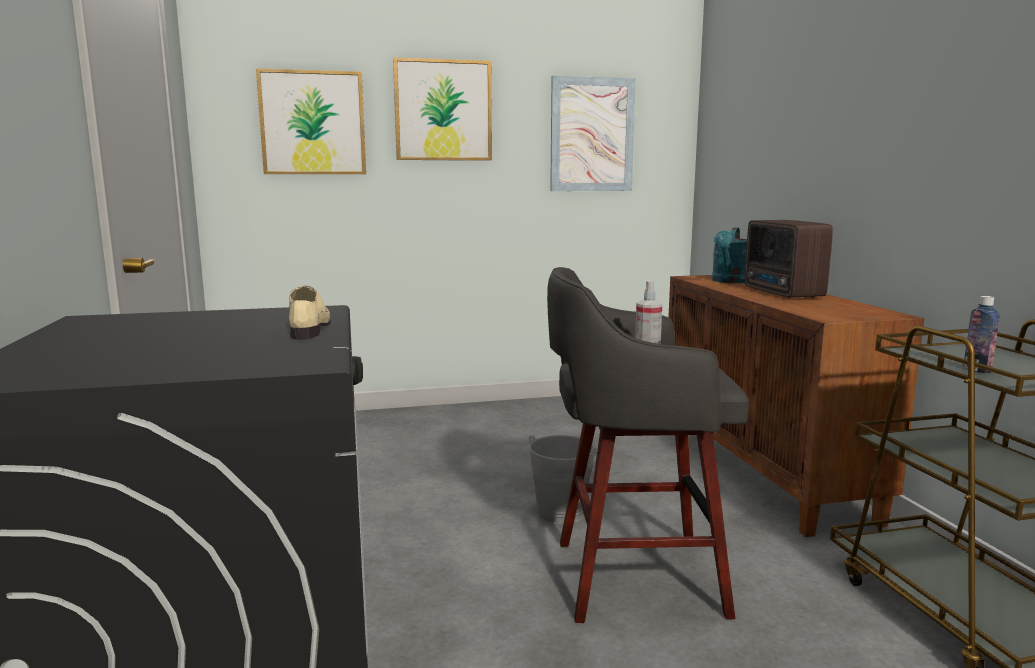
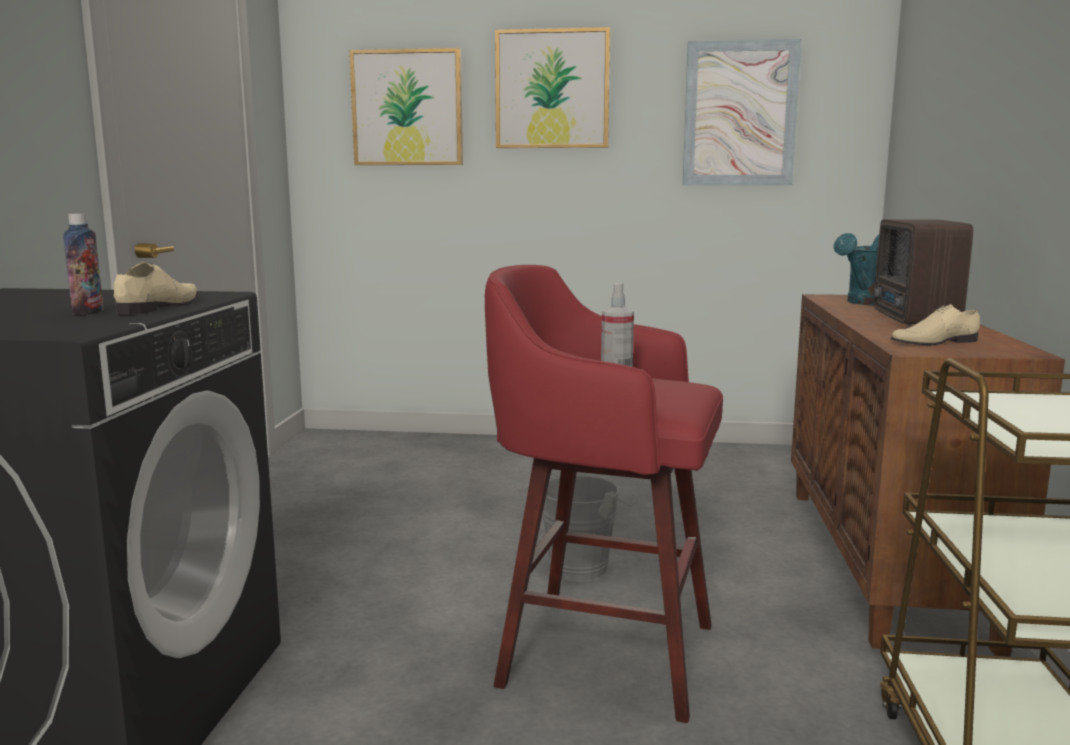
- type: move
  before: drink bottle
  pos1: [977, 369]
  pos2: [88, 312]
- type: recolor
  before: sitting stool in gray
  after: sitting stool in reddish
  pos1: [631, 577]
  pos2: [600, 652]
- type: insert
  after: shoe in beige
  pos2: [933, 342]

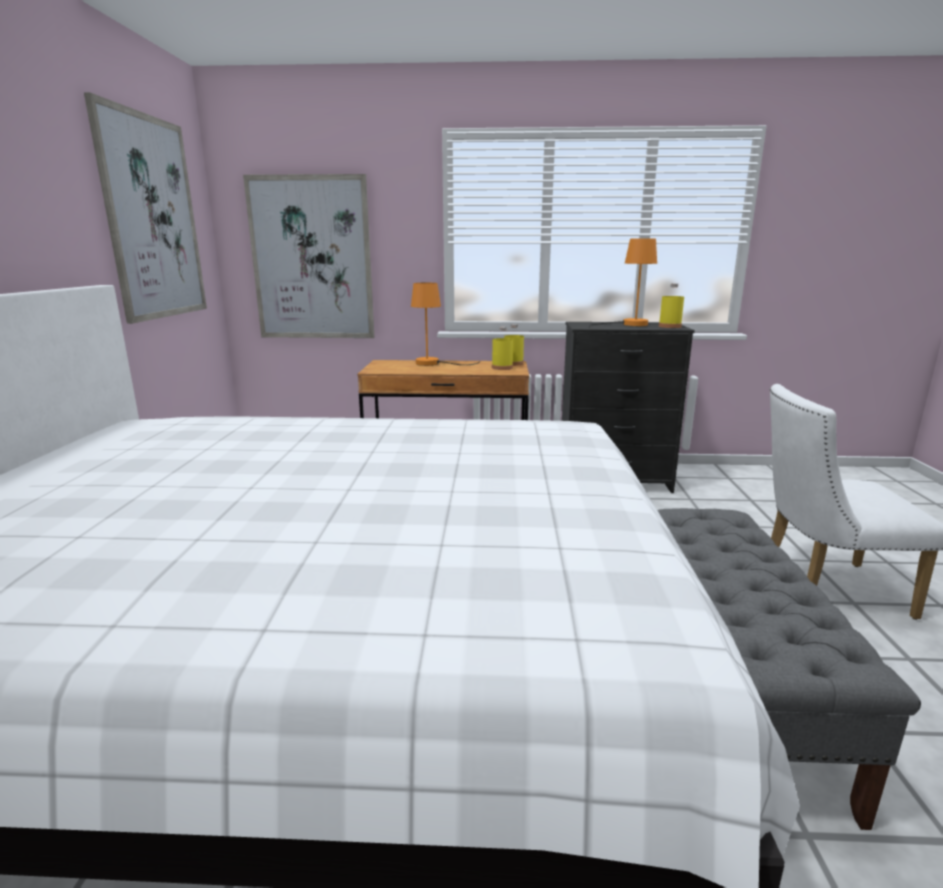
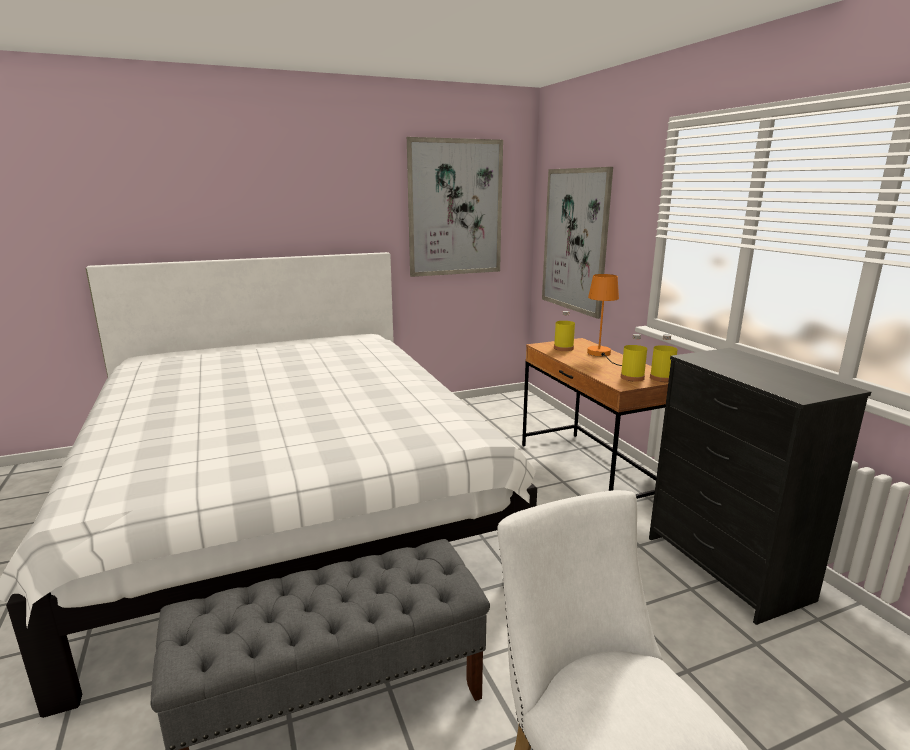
- type: move
  before: drink bottle in yellow
  pos1: [669, 326]
  pos2: [563, 348]
- type: delete
  before: table lamp in orangey
  pos1: [627, 325]

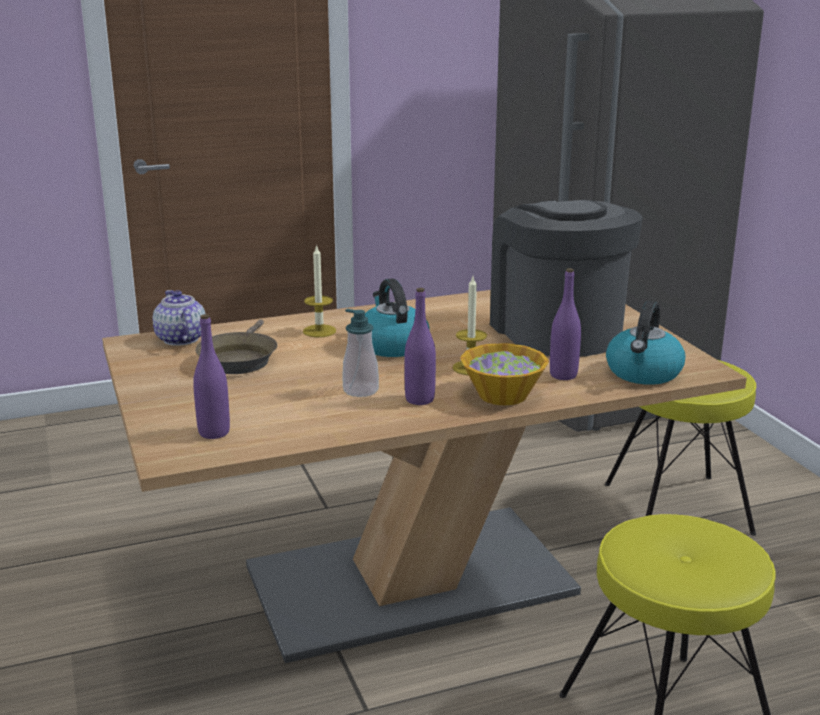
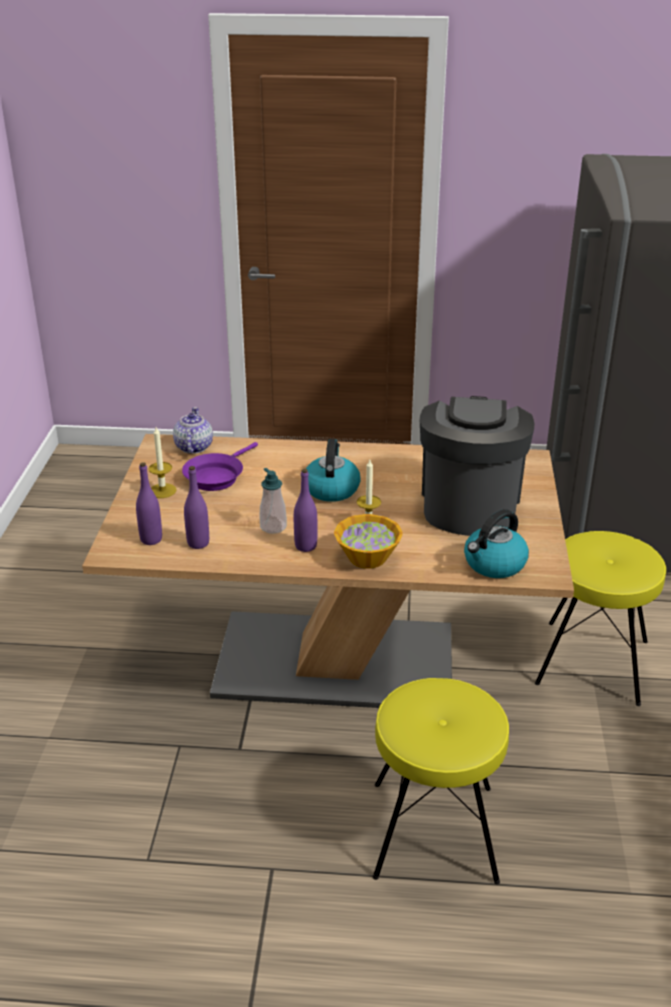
- type: move
  before: wax candle
  pos1: [319, 331]
  pos2: [162, 490]
- type: recolor
  before: pan in brown-coloured
  after: pan in purple
  pos1: [239, 359]
  pos2: [216, 476]
- type: move
  before: drink bottle in purple
  pos1: [563, 375]
  pos2: [198, 543]

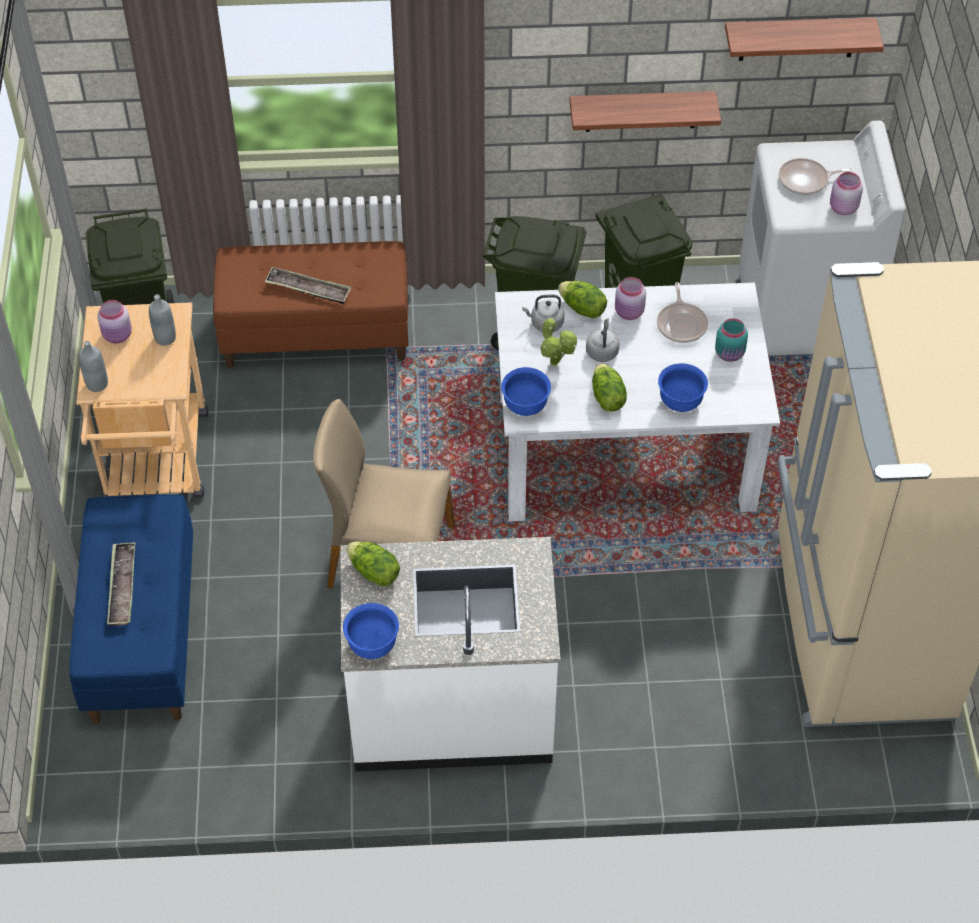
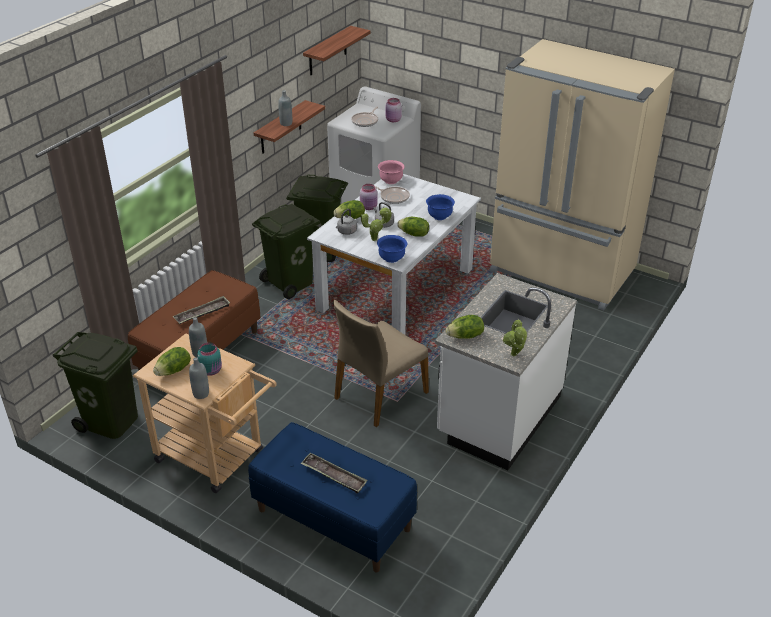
- type: replace
  before: jar in pink-coloured
  after: head of lettuce
  pos1: [118, 336]
  pos2: [174, 370]
- type: move
  before: jar in turquoise-coloured
  pos1: [730, 354]
  pos2: [211, 370]
- type: insert
  after: drink bottle in gray
  pos2: [286, 123]
- type: insert
  after: bowl in pink-coloured
  pos2: [391, 181]
- type: replace
  before: bowl in bluish
  after: houseplant
  pos1: [372, 645]
  pos2: [514, 356]

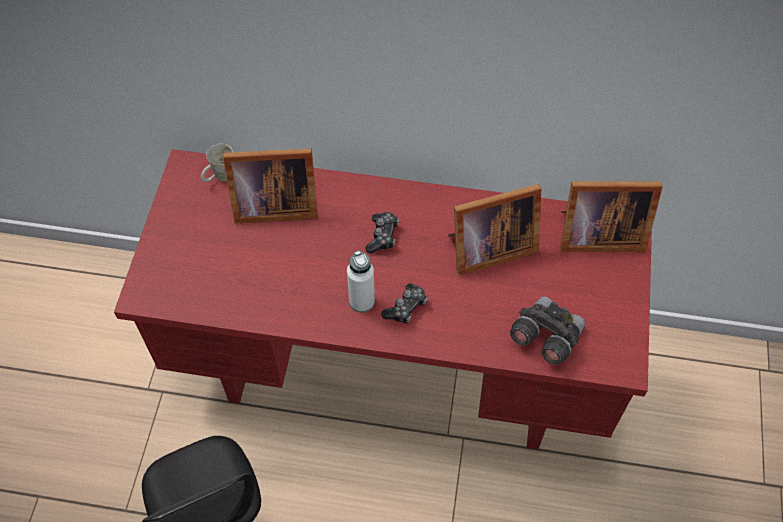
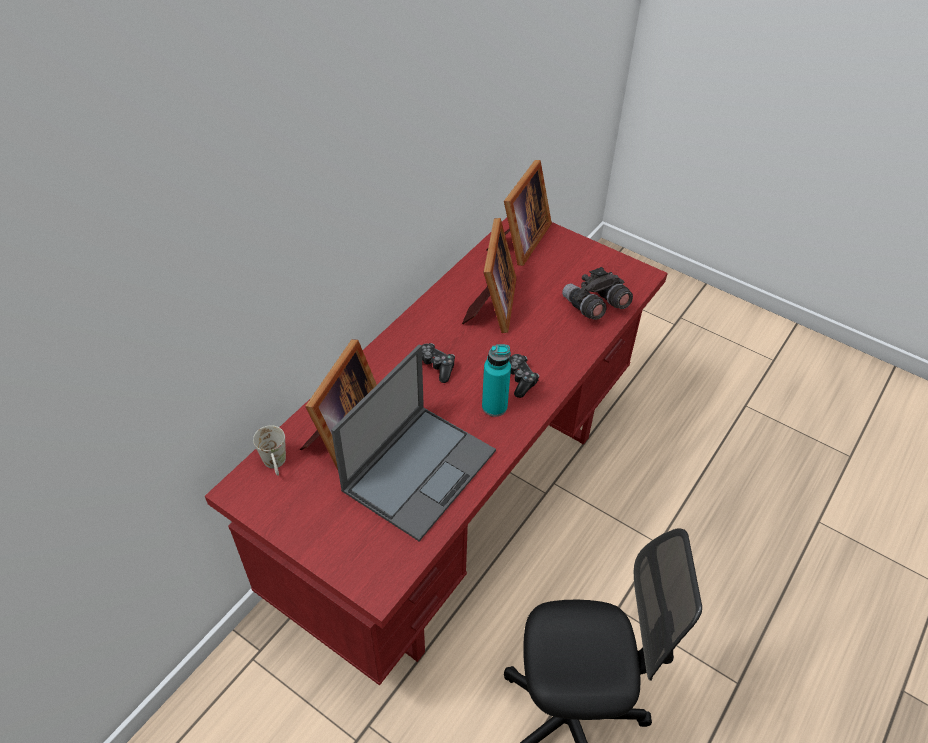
- type: insert
  after: notebook computer
  pos2: [420, 469]
- type: recolor
  before: drink bottle in white
  after: drink bottle in turquoise-coloured
  pos1: [362, 301]
  pos2: [494, 406]

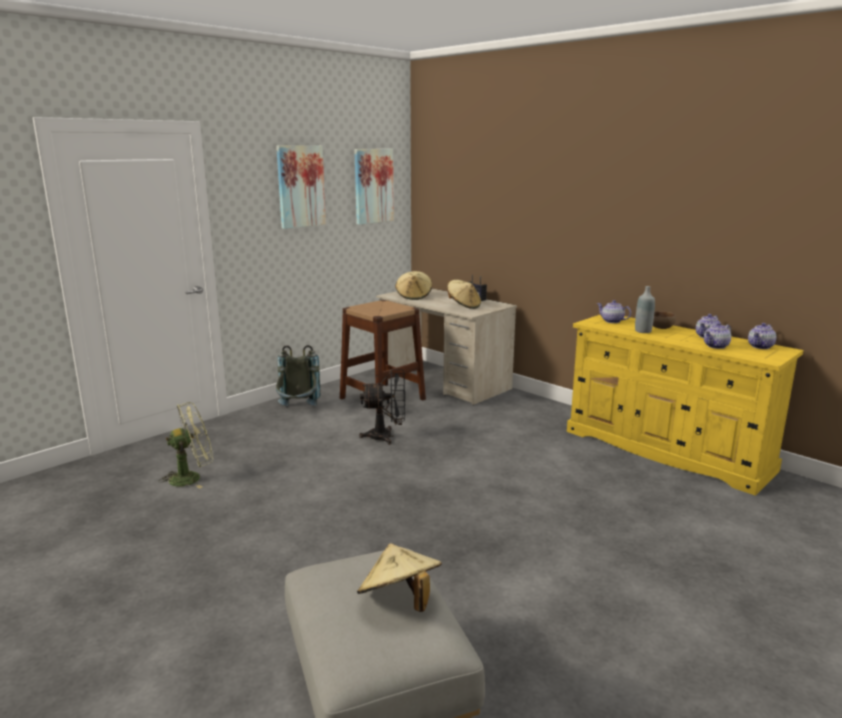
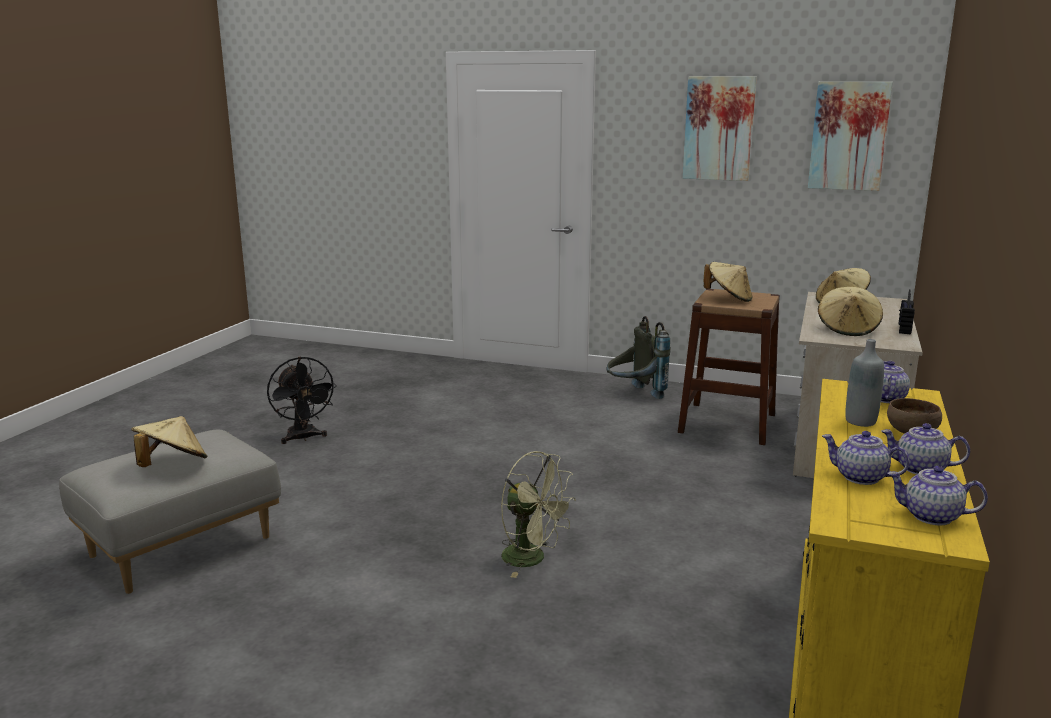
- type: move
  before: fan in black
  pos1: [387, 436]
  pos2: [303, 438]
- type: move
  before: fan in greenish
  pos1: [192, 477]
  pos2: [532, 559]
- type: insert
  after: clothing hat in beige
  pos2: [728, 298]

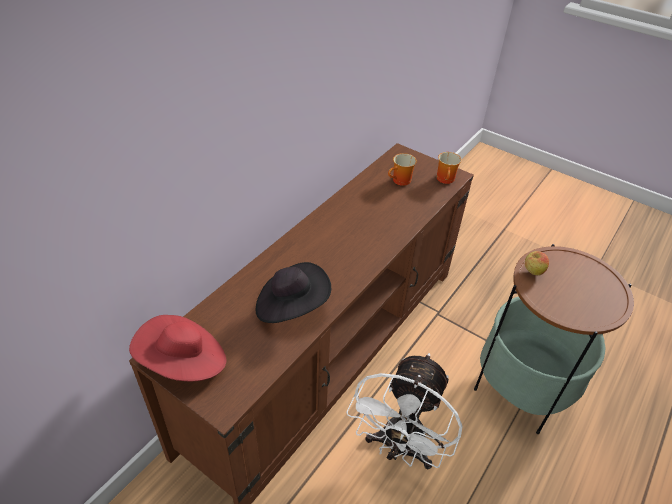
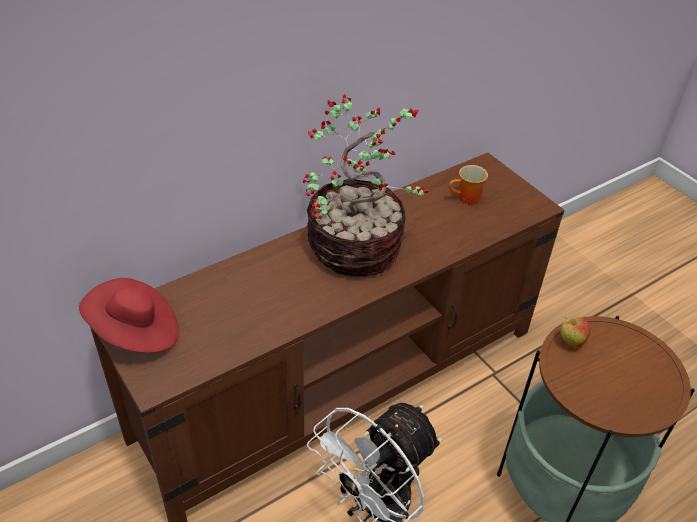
- type: insert
  after: houseplant
  pos2: [358, 248]
- type: delete
  before: clothing hat in black
  pos1: [291, 306]
- type: delete
  before: coffee mug
  pos1: [446, 180]

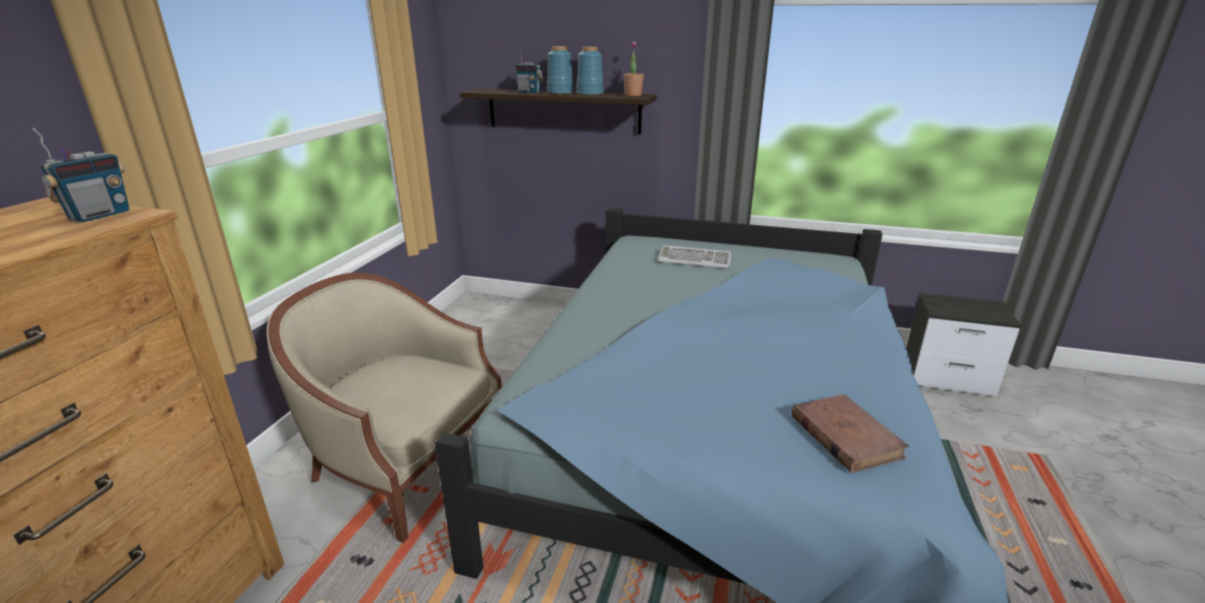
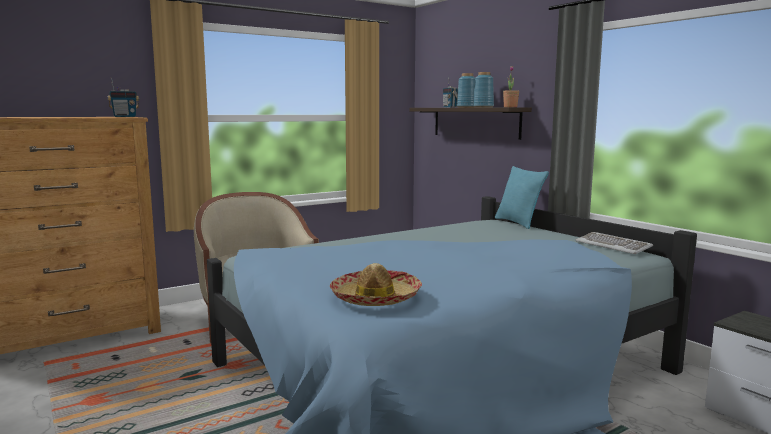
- type: replace
  before: bound book in brown-coloured
  after: clothing hat
  pos1: [845, 436]
  pos2: [375, 298]
- type: insert
  after: throw pillow in turquoise-coloured
  pos2: [518, 223]
- type: move
  before: keyboard
  pos1: [694, 260]
  pos2: [613, 246]

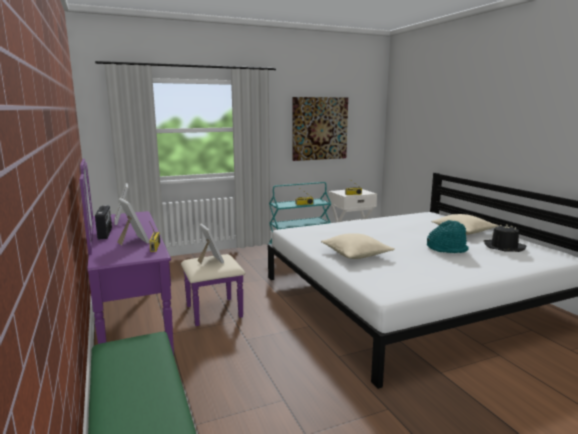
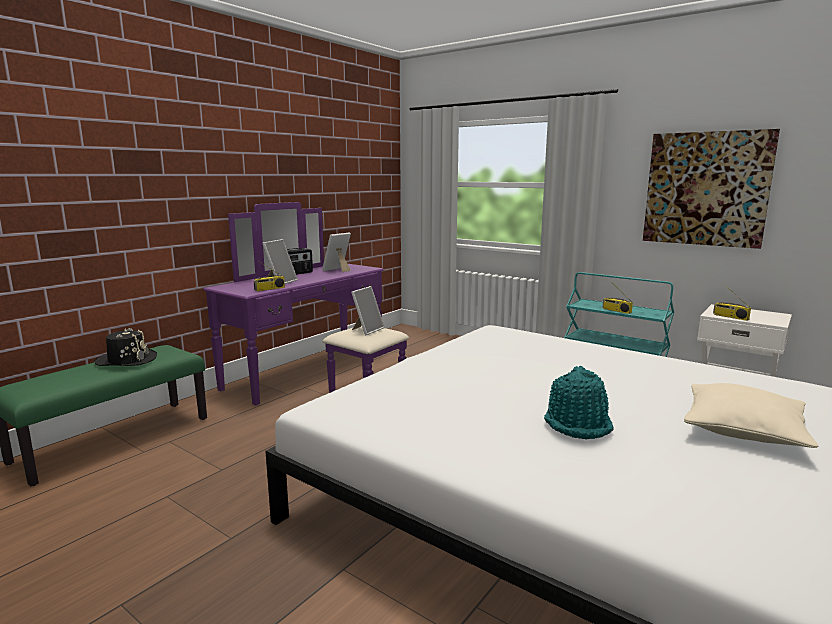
- type: move
  before: clothing hat in black
  pos1: [504, 247]
  pos2: [126, 360]
- type: delete
  before: throw pillow in beige
  pos1: [356, 254]

